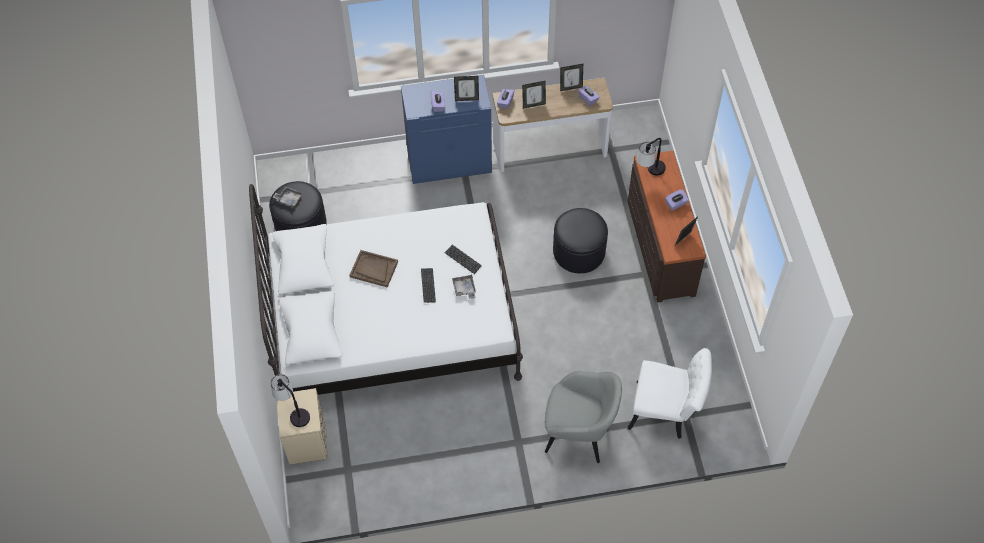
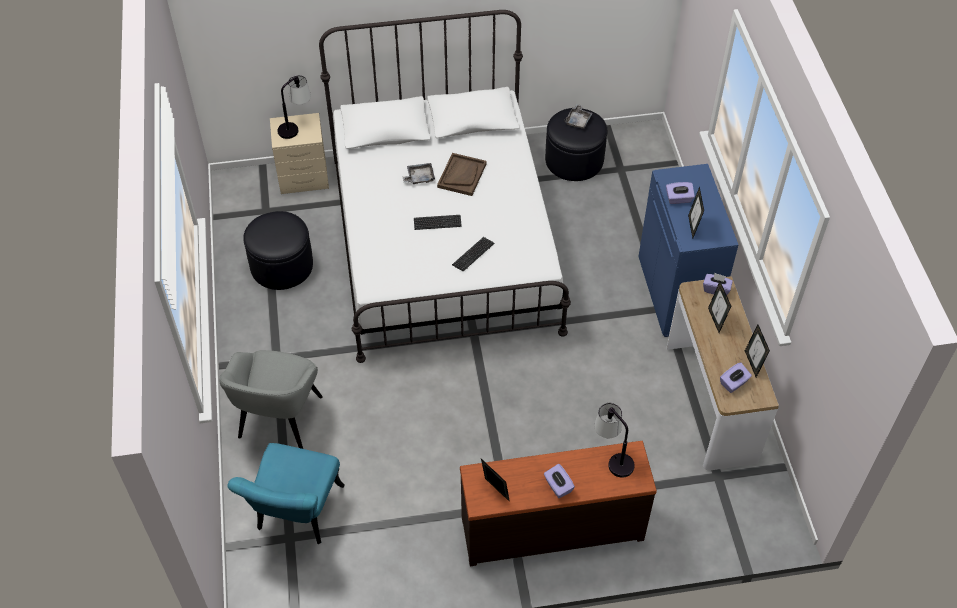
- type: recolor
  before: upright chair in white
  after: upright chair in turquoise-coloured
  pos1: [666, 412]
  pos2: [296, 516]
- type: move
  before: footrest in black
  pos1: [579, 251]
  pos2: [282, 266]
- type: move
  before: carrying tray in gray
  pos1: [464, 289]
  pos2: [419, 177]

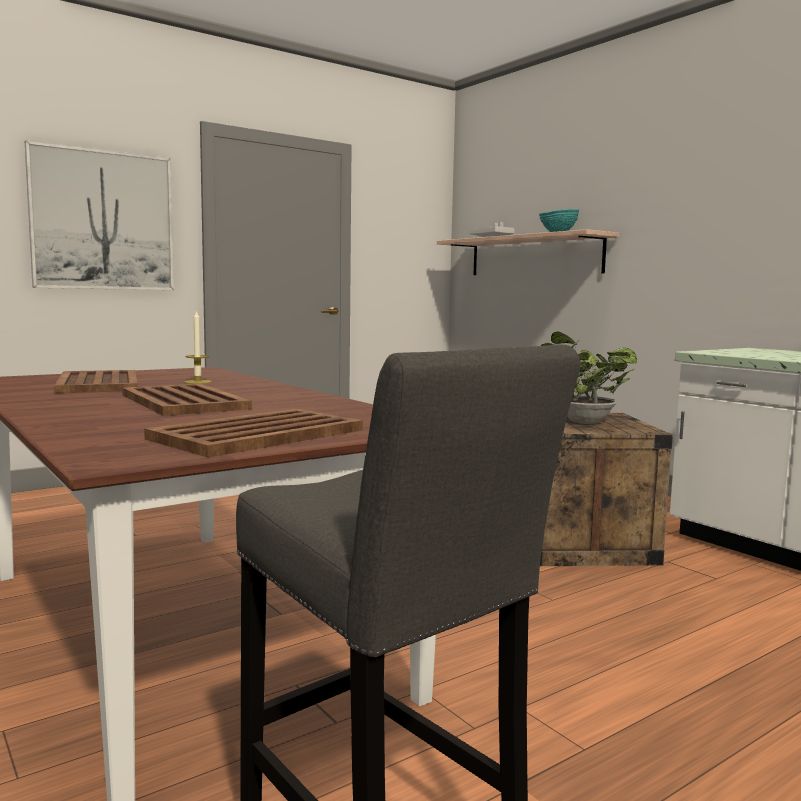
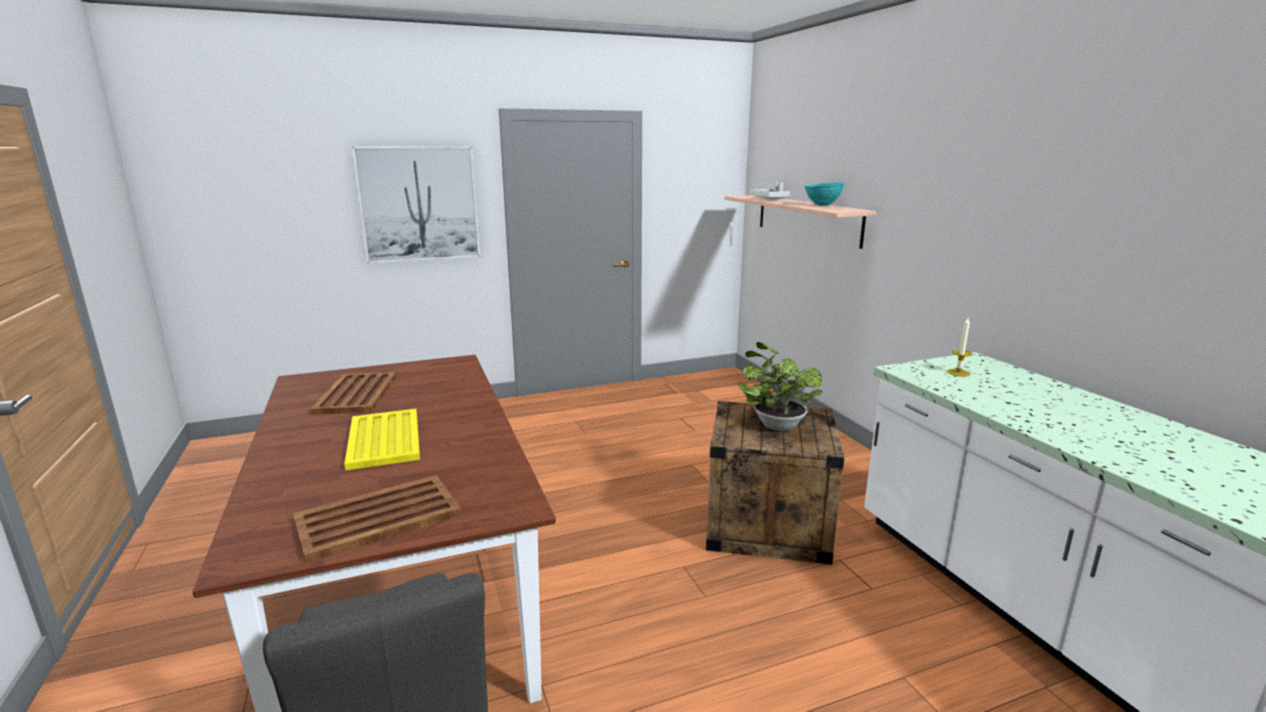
- type: recolor
  before: carrying tray in brown-coloured
  after: carrying tray in yellow
  pos1: [183, 401]
  pos2: [384, 439]
- type: move
  before: wax candle
  pos1: [198, 382]
  pos2: [958, 372]

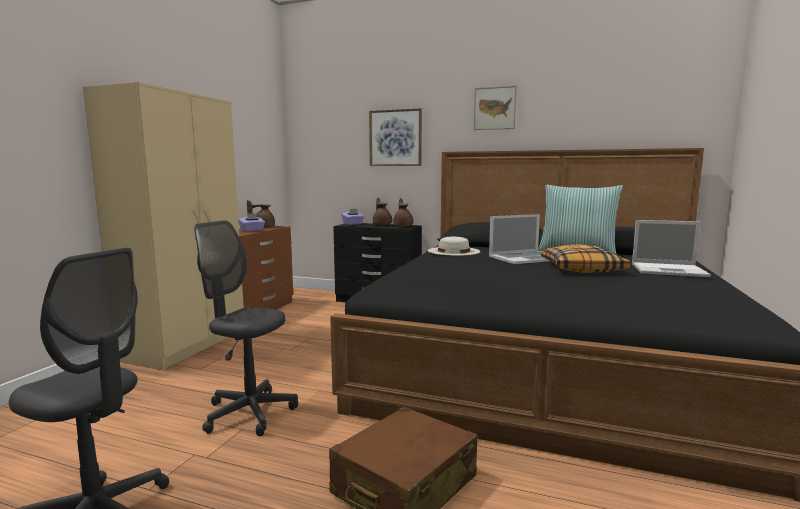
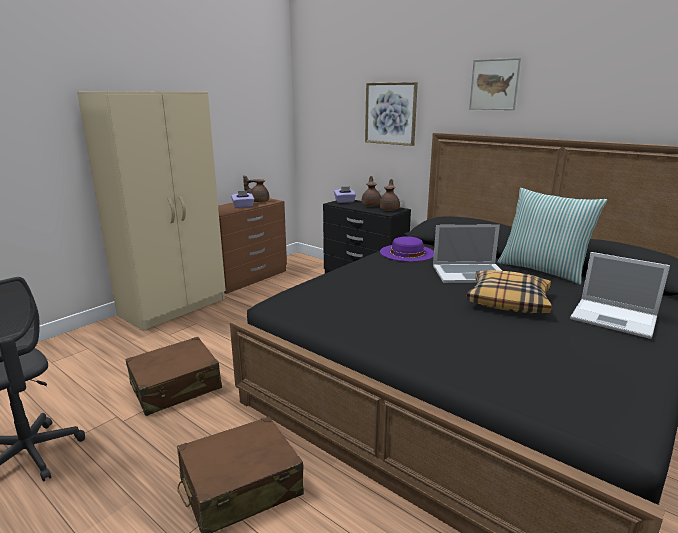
- type: replace
  before: desk chair in gray
  after: suitcase in brown-coloured
  pos1: [249, 413]
  pos2: [176, 387]
- type: recolor
  before: clothing hat in white
  after: clothing hat in purple
  pos1: [453, 251]
  pos2: [407, 252]

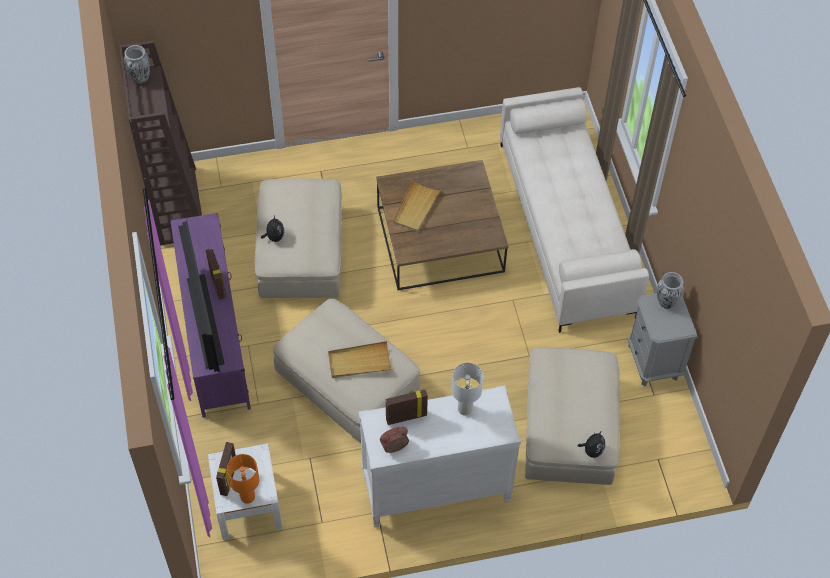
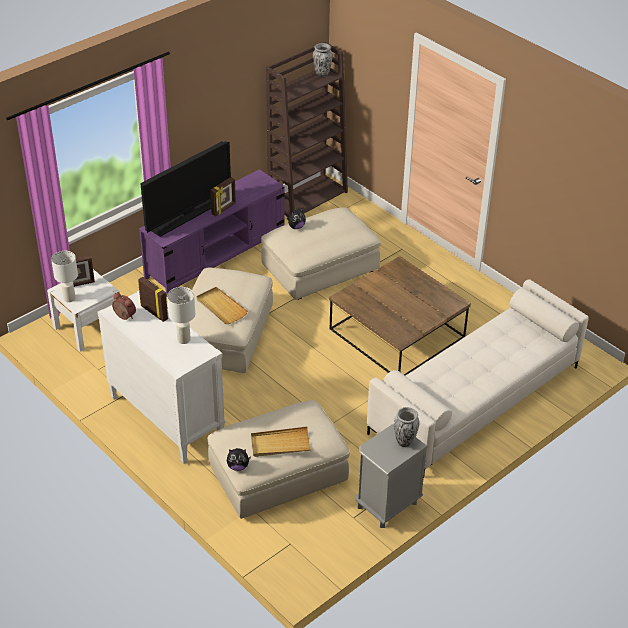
- type: recolor
  before: table lamp in orangey
  after: table lamp in white
  pos1: [247, 496]
  pos2: [69, 298]
- type: move
  before: carrying tray in beige
  pos1: [416, 208]
  pos2: [280, 444]

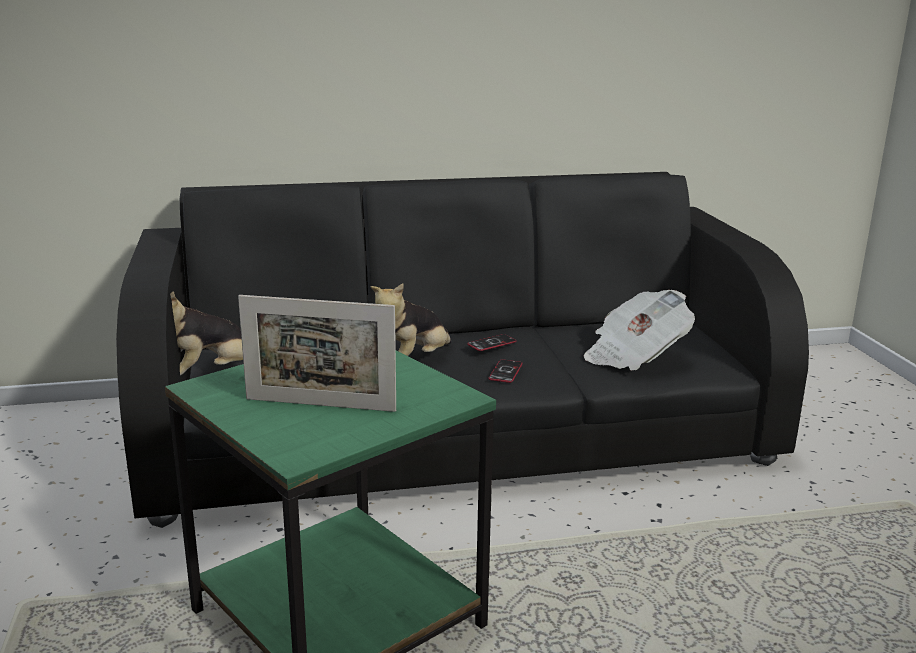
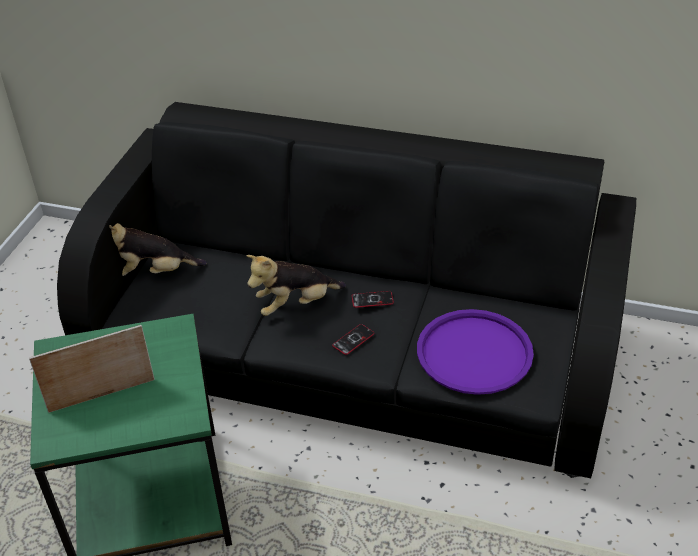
- type: rotate
  before: standing frame
  pos1: [320, 405]
  pos2: [102, 395]
  turn: 120
- type: replace
  before: newspaper
  after: carrying tray in purple
  pos1: [634, 356]
  pos2: [474, 353]

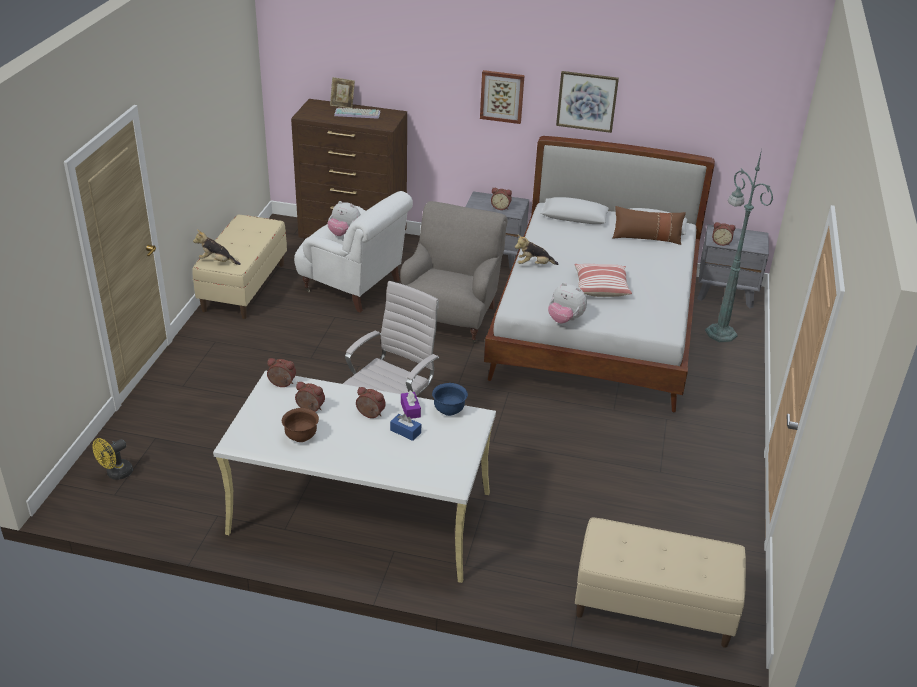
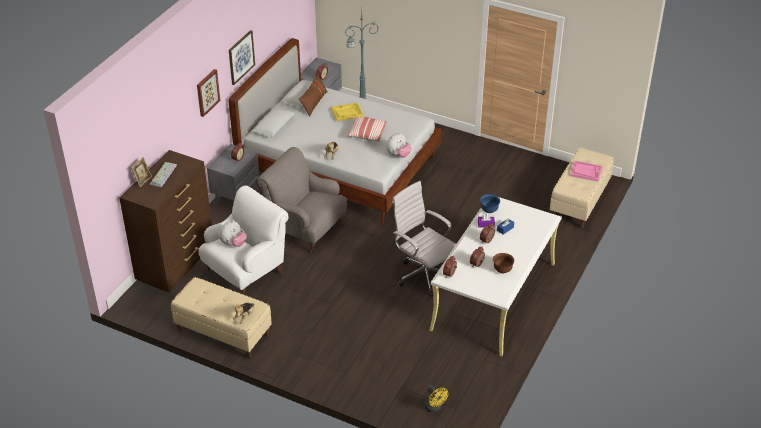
- type: insert
  after: carrying tray in yellow
  pos2: [347, 112]
- type: insert
  after: carrying tray in pink-coloured
  pos2: [586, 172]

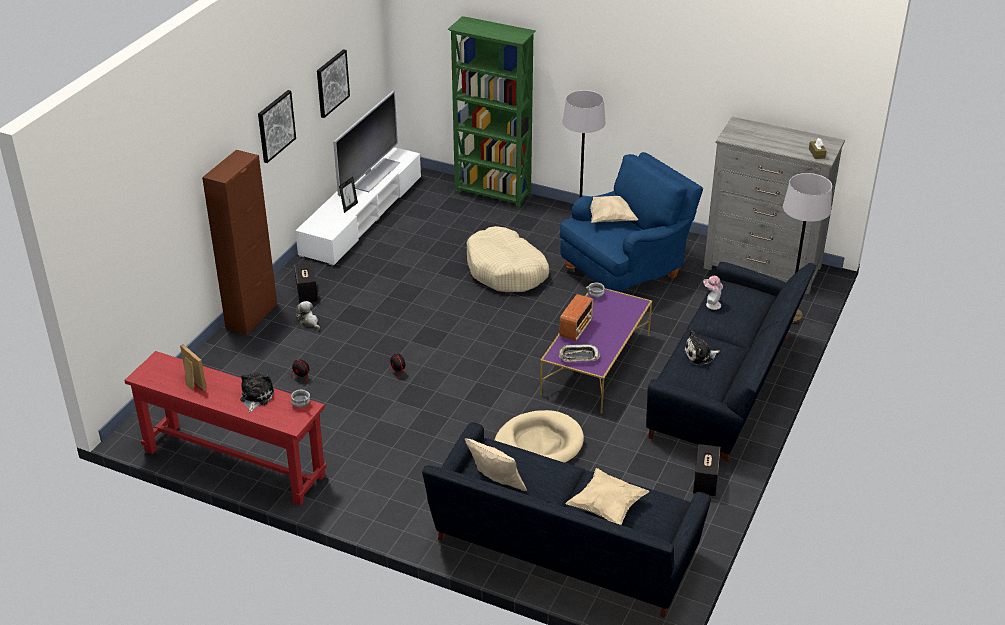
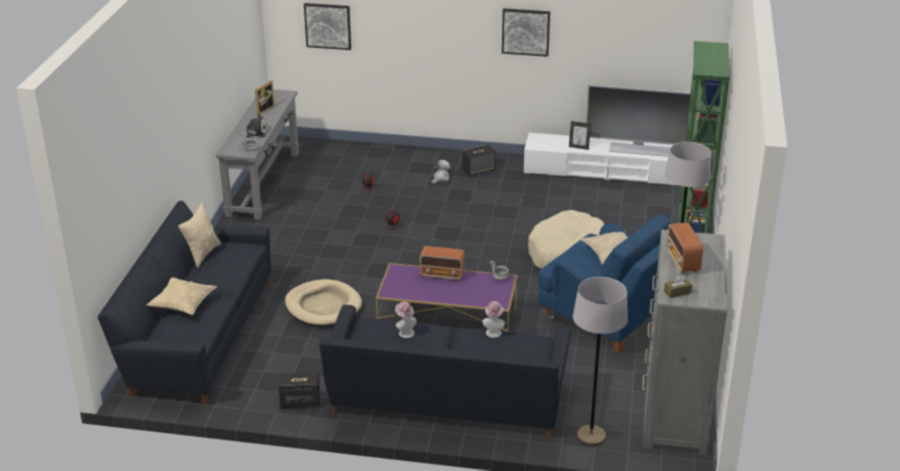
- type: recolor
  before: hall table in reddish
  after: hall table in gray
  pos1: [234, 463]
  pos2: [263, 183]
- type: move
  before: wall art
  pos1: [332, 83]
  pos2: [328, 26]
- type: replace
  before: plush toy
  after: clothing hat
  pos1: [700, 356]
  pos2: [405, 332]
- type: insert
  after: radio set
  pos2: [682, 261]
- type: delete
  before: cupboard in brown-coloured
  pos1: [251, 316]
- type: delete
  before: carrying tray
  pos1: [578, 356]

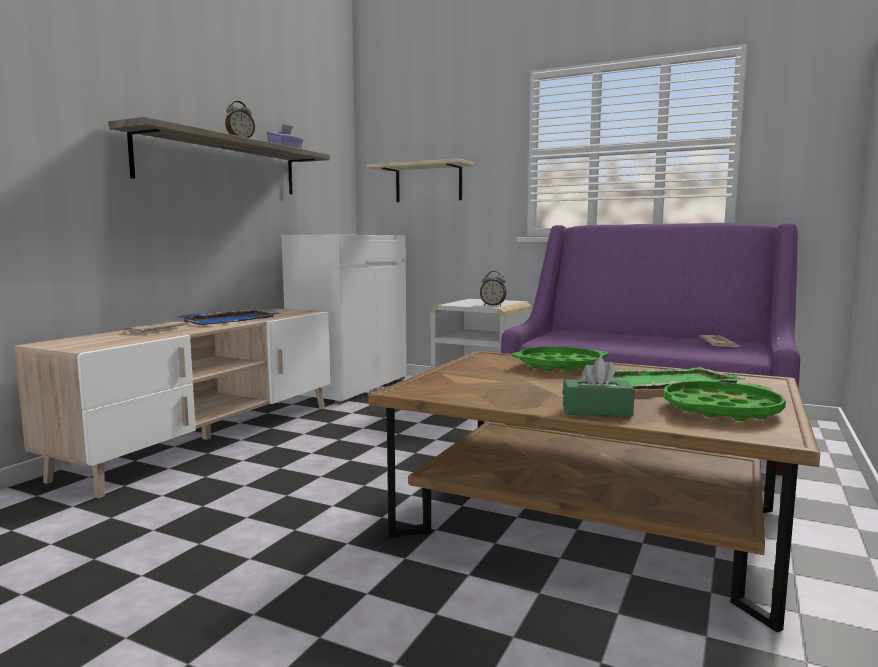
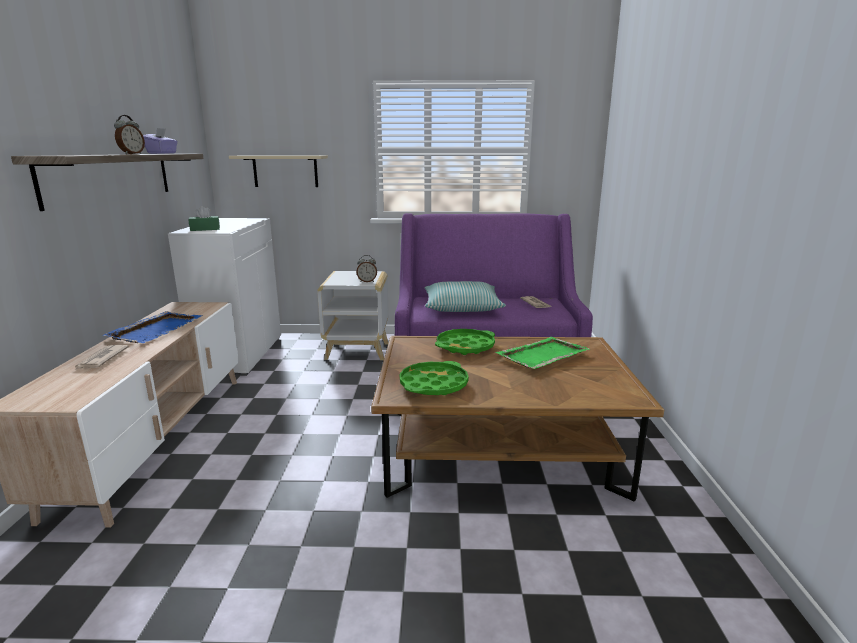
- type: move
  before: box of tissues in greenish
  pos1: [596, 411]
  pos2: [205, 229]
- type: move
  before: carrying tray in greenish
  pos1: [721, 409]
  pos2: [433, 384]
- type: insert
  after: throw pillow
  pos2: [462, 307]

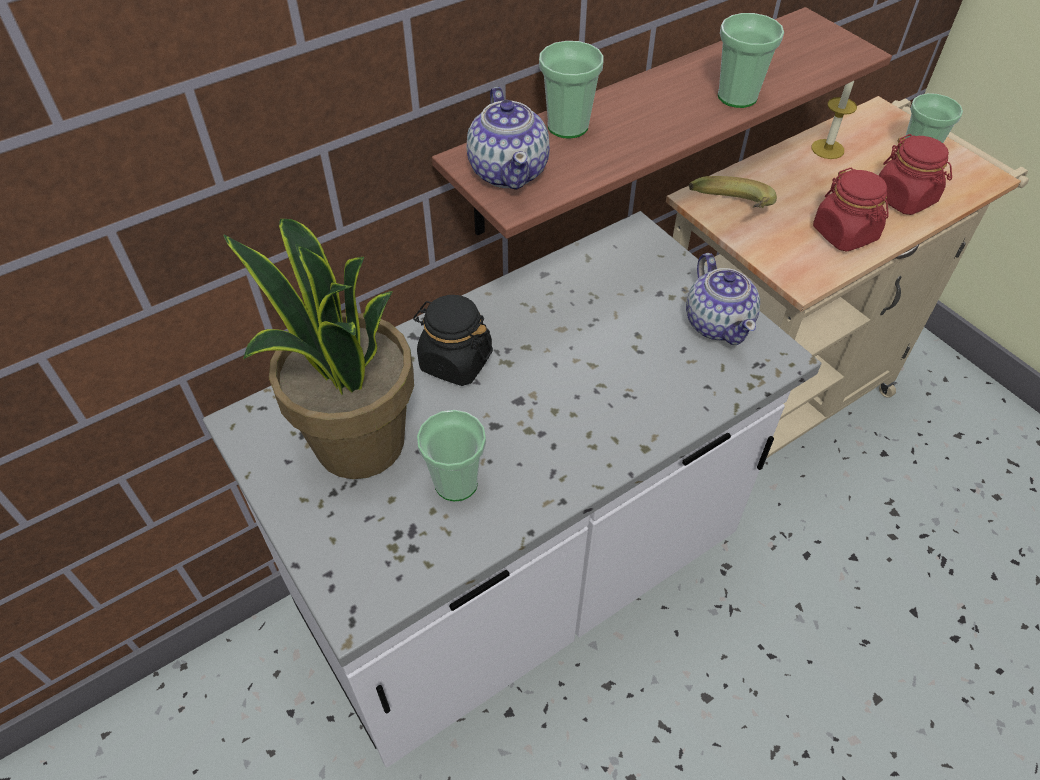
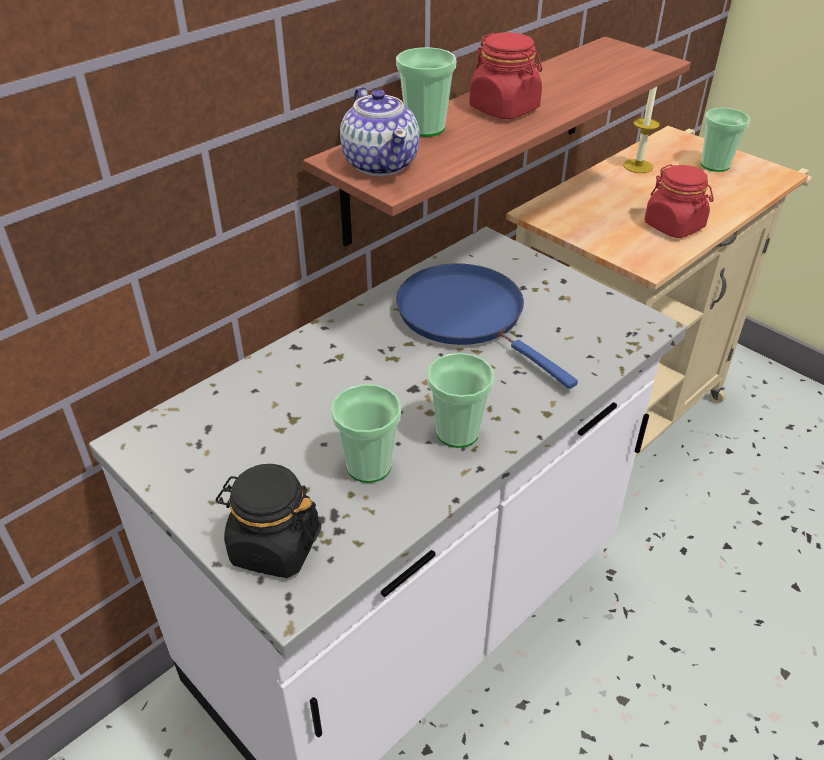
- type: move
  before: jar in black
  pos1: [455, 361]
  pos2: [274, 546]
- type: insert
  after: pan in bluish
  pos2: [466, 316]
- type: move
  before: cup
  pos1: [737, 96]
  pos2: [457, 432]
- type: move
  before: jar in reddish
  pos1: [904, 198]
  pos2: [504, 109]
- type: delete
  before: houseplant
  pos1: [358, 443]
- type: delete
  before: tea pot
  pos1: [718, 323]
- type: delete
  before: banana fruit
  pos1: [728, 213]

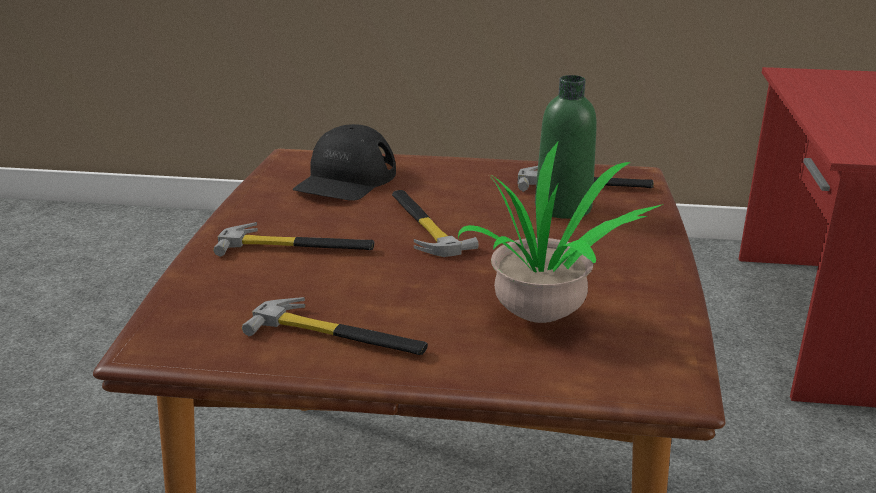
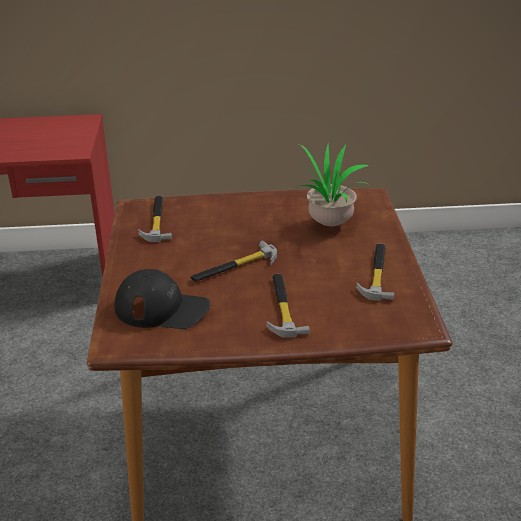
- type: delete
  before: drink bottle in greenish
  pos1: [563, 208]

